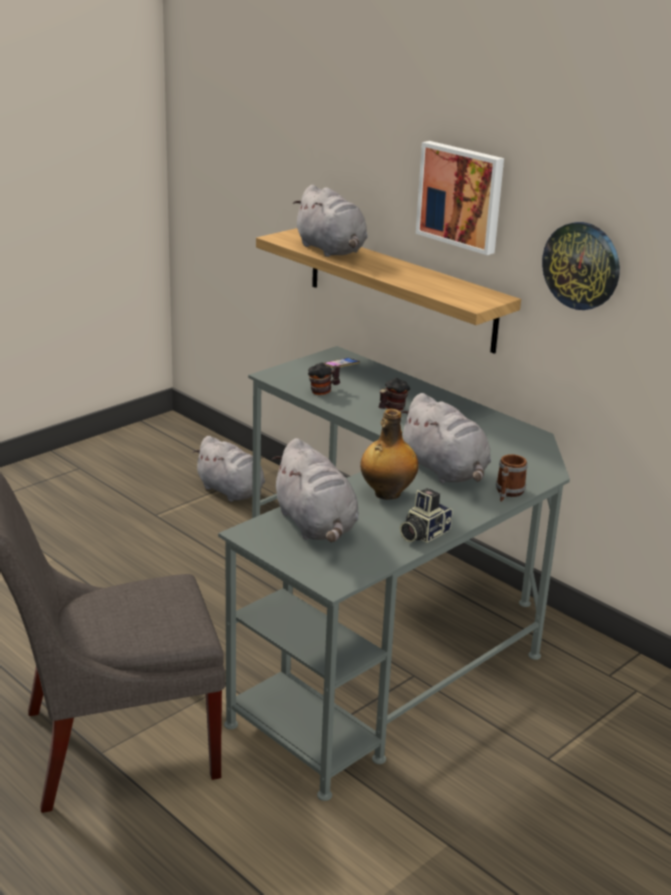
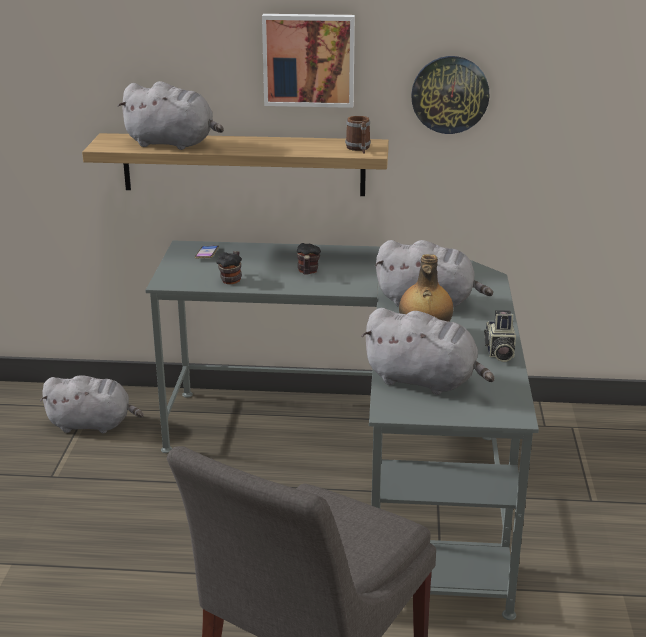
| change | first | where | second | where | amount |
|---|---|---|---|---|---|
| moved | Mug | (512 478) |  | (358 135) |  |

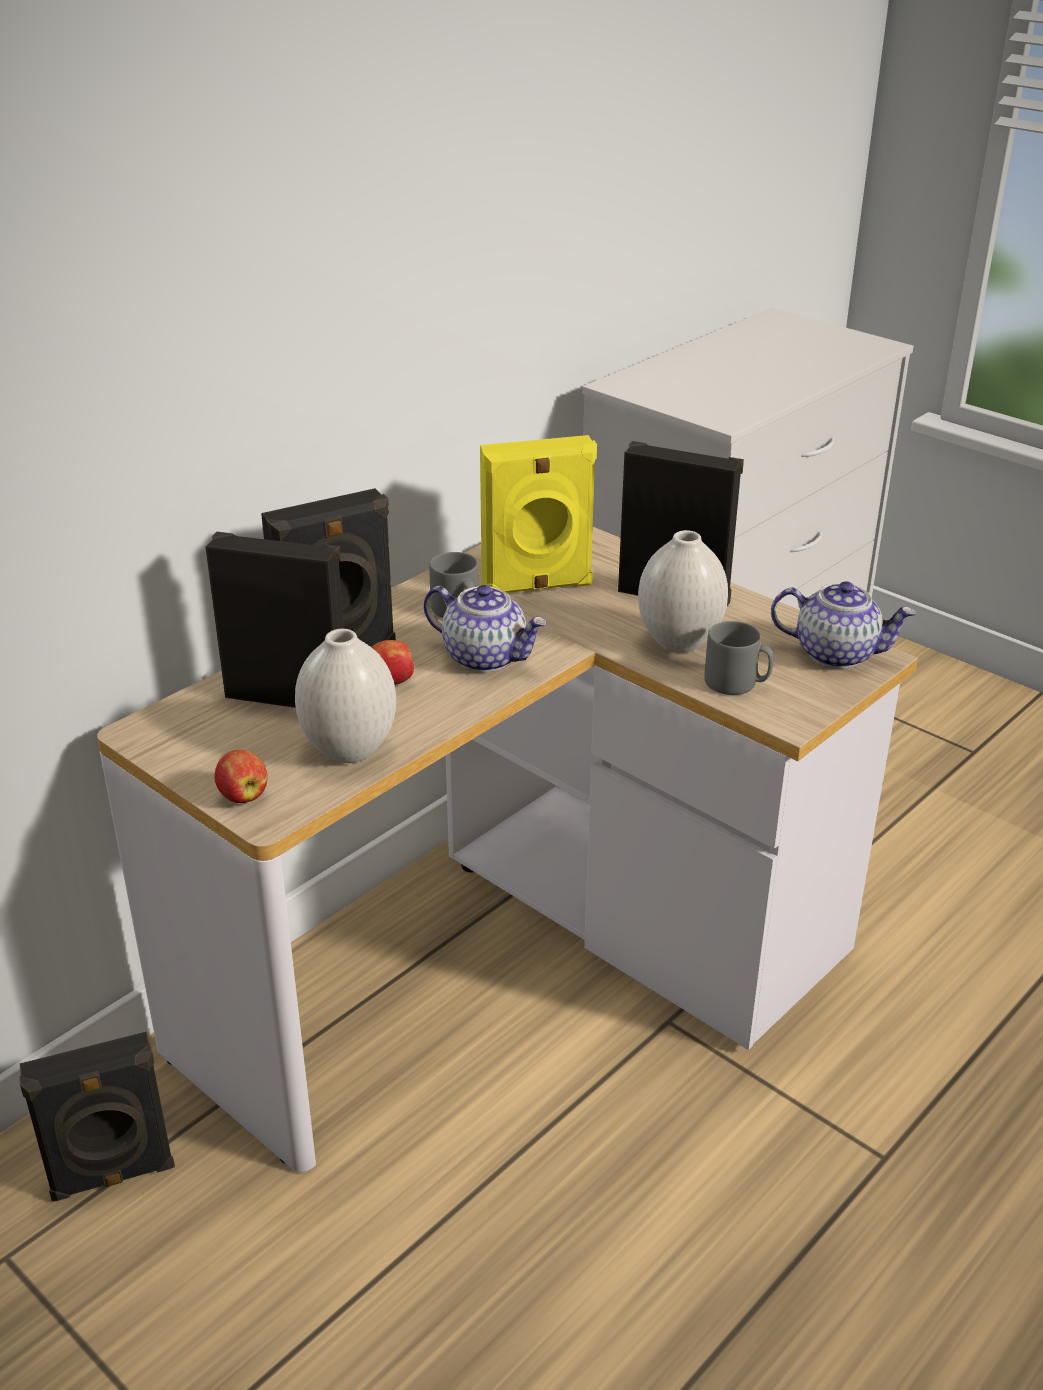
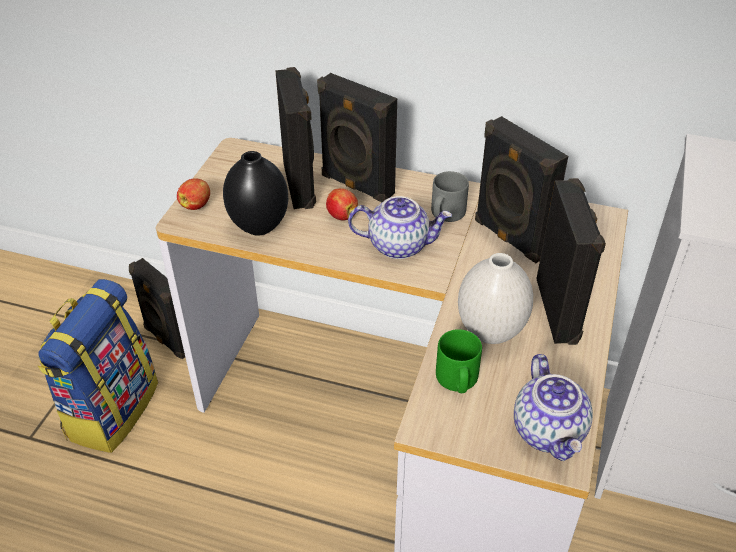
| change | first | where | second | where | amount |
|---|---|---|---|---|---|
| recoloured | YellowSpeaker | (538 514) | BlackSpeaker | (521 189) |  |
| turned | Teapot | (485 628) |  | (400 227) | 90 degrees counterclockwise |
| recoloured | GreyMug | (739 658) | GreenMug | (459 361) |  |
| recoloured | WhiteVase | (345 696) | BlackVase | (255 193) |  |
| added |  |  | Backpack | (98 366) |  |

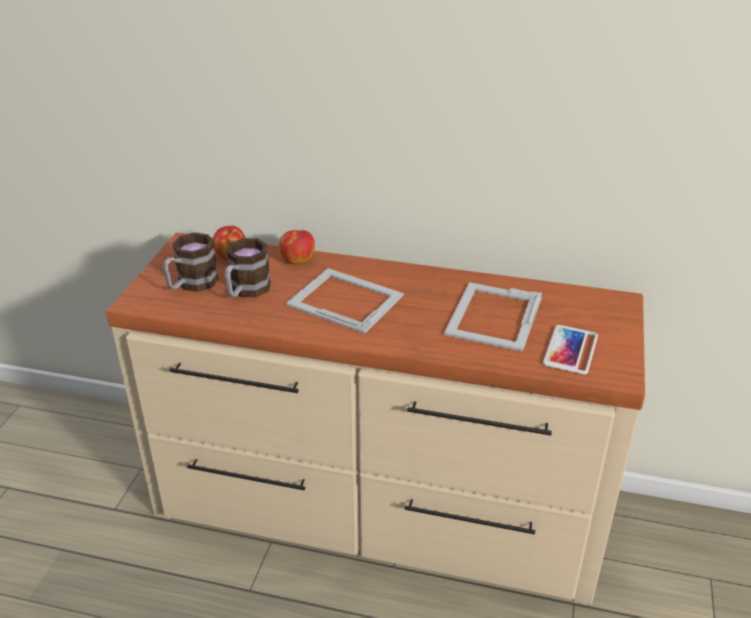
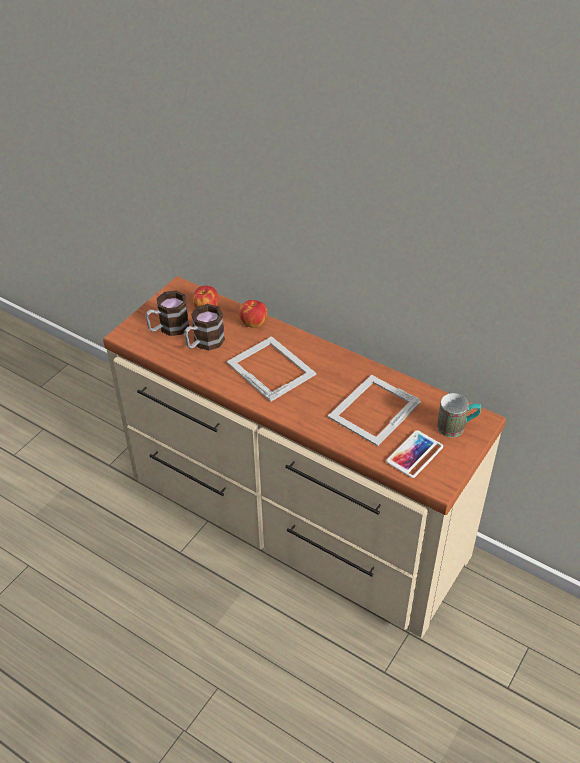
| change | first | where | second | where | amount |
|---|---|---|---|---|---|
| added |  |  | Mug | (459 415) |  |

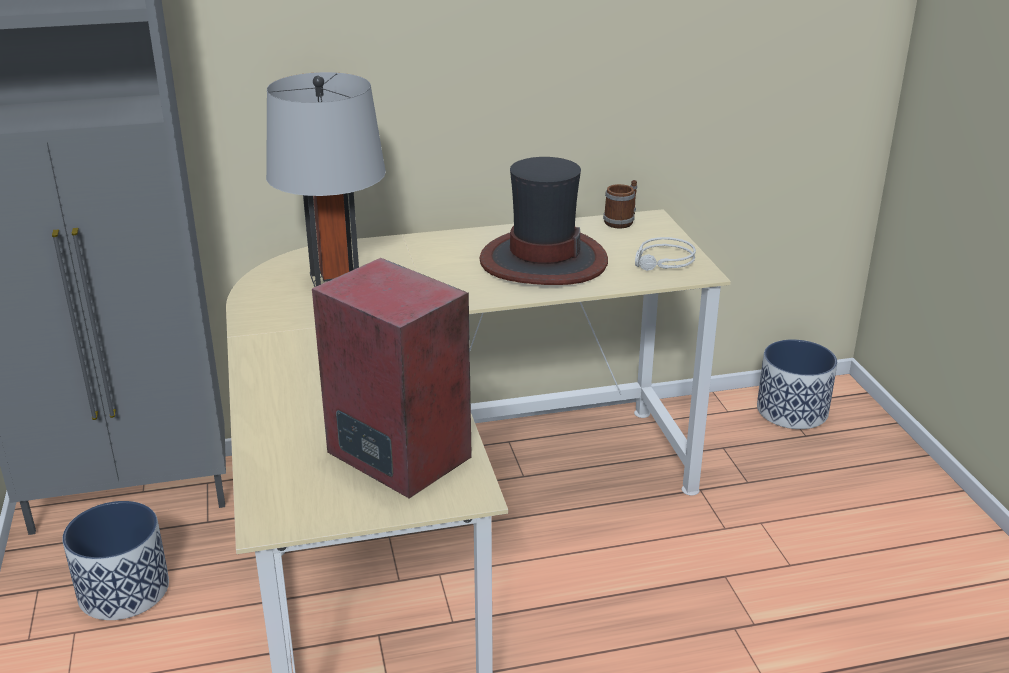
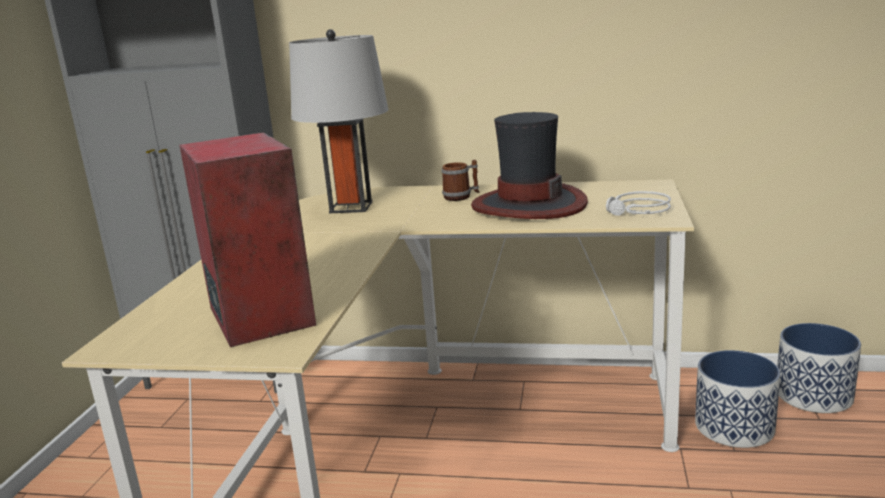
| change | first | where | second | where | amount |
|---|---|---|---|---|---|
| moved | Mug | (620 204) |  | (460 180) |  |
| moved | Planter | (115 560) |  | (737 399) |  |

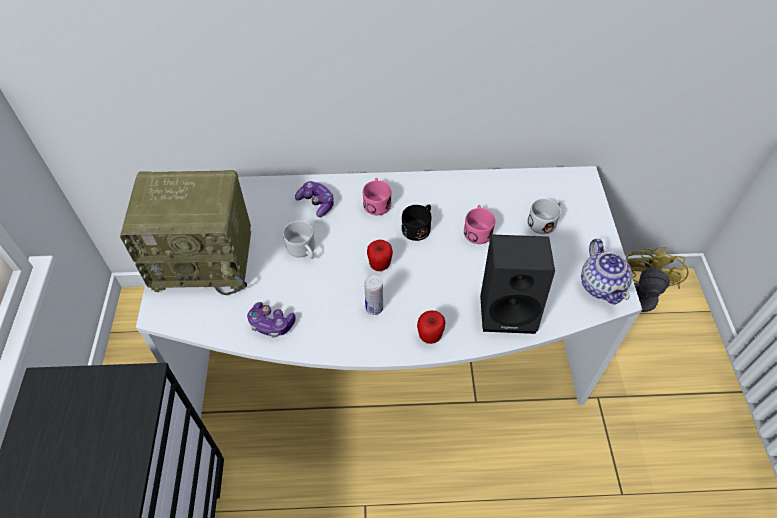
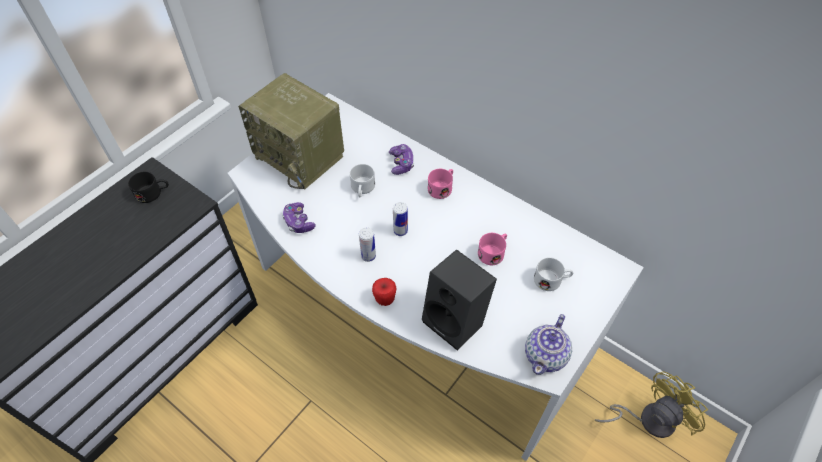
| change | first | where | second | where | amount |
|---|---|---|---|---|---|
| moved | BlackMug | (416 222) |  | (148 187) |  |
| replaced | Apple | (380 255) | Can | (400 219) |  |

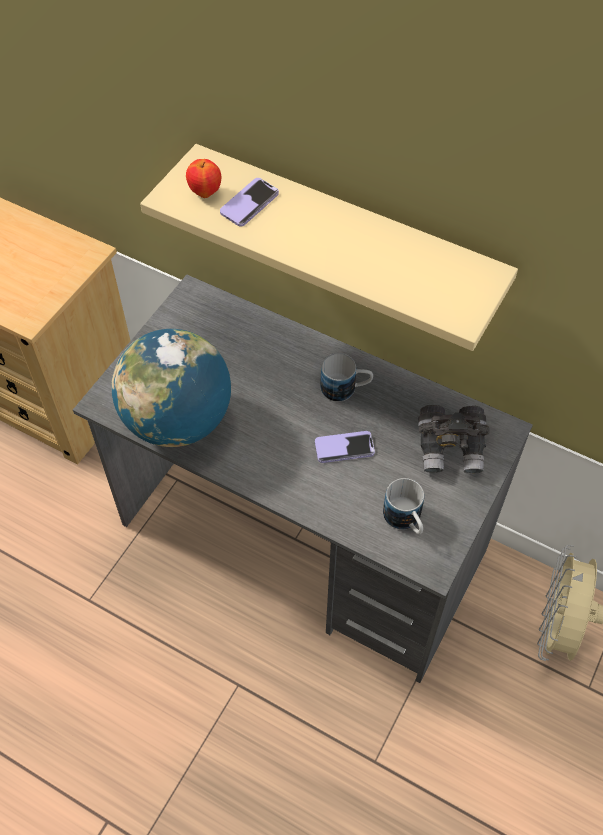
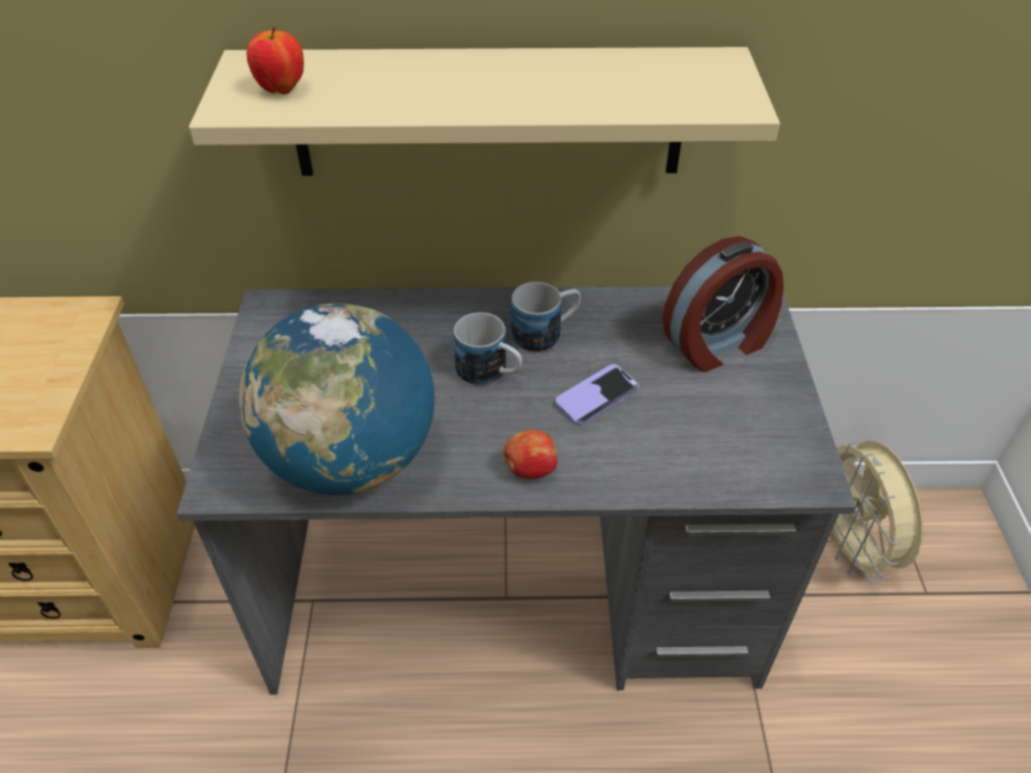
| change | first | where | second | where | amount |
|---|---|---|---|---|---|
| removed | Phone | (249 202) |  |  |  |
| replaced | GreyBinoculars | (454 439) | AlarmClock | (723 304) |  |
| moved | Mug | (403 506) |  | (488 348) |  |
| added |  |  | Apple | (530 454) |  |

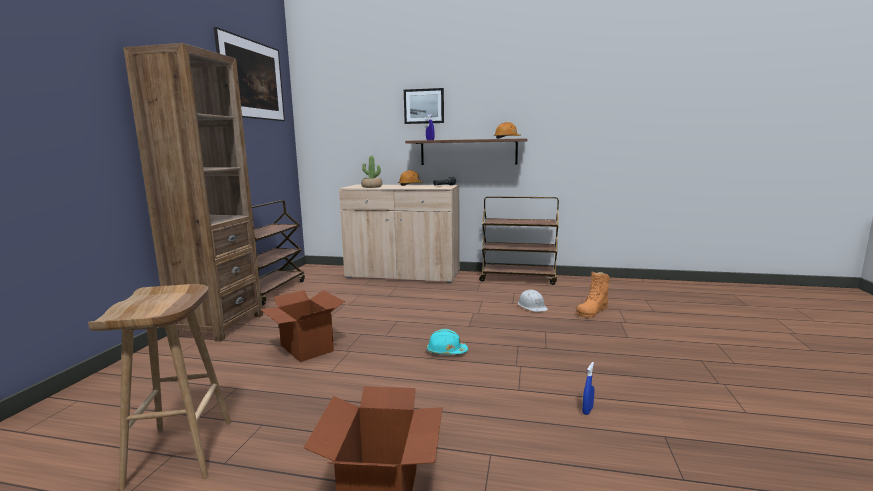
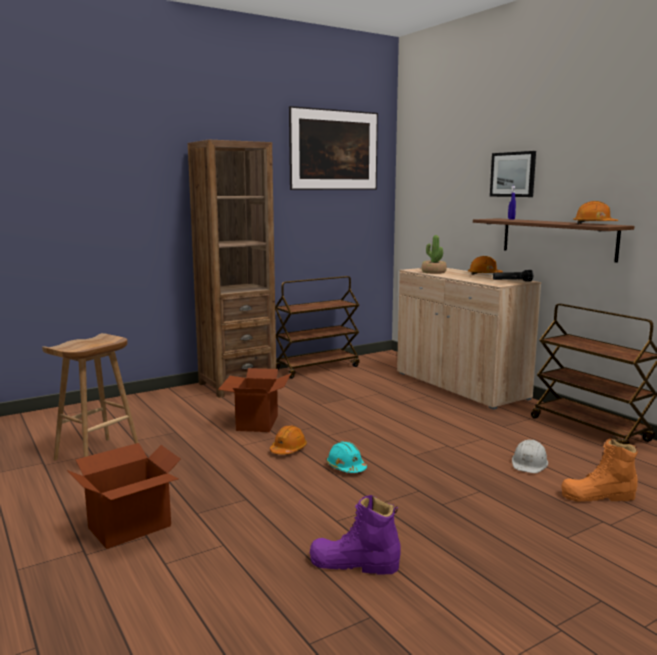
| change | first | where | second | where | amount |
|---|---|---|---|---|---|
| replaced | BlueSprayBottle | (588 388) | PurpleBoot | (355 535) |  |
| added |  |  | OrangeHardHat | (288 440) |  |

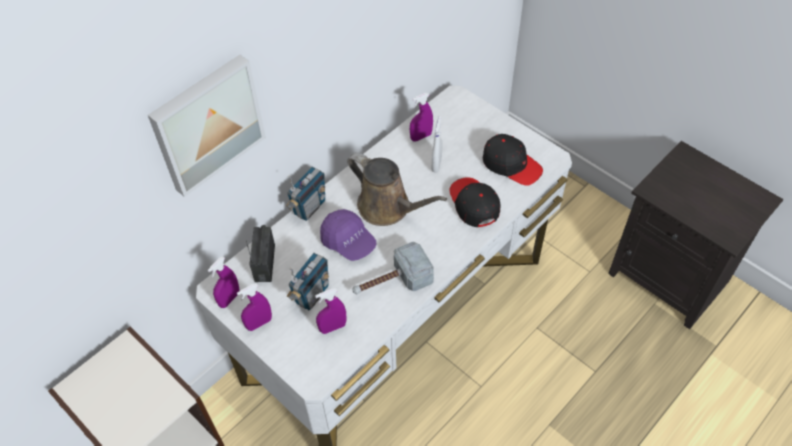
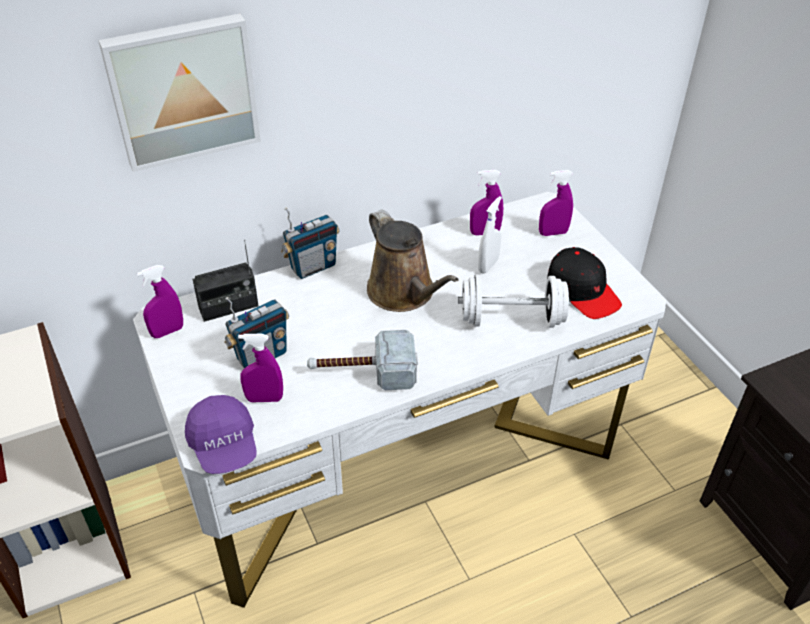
| change | first | where | second | where | amount |
|---|---|---|---|---|---|
| replaced | BlackCap | (475 202) | WhiteDumbbell | (514 301) |  |
| moved | PurpleCap | (348 235) |  | (221 434) |  |
| turned | Radio | (260 253) |  | (225 281) | 135 degrees counterclockwise |
| moved | PurpleSprayBottle | (254 307) |  | (556 203) |  |

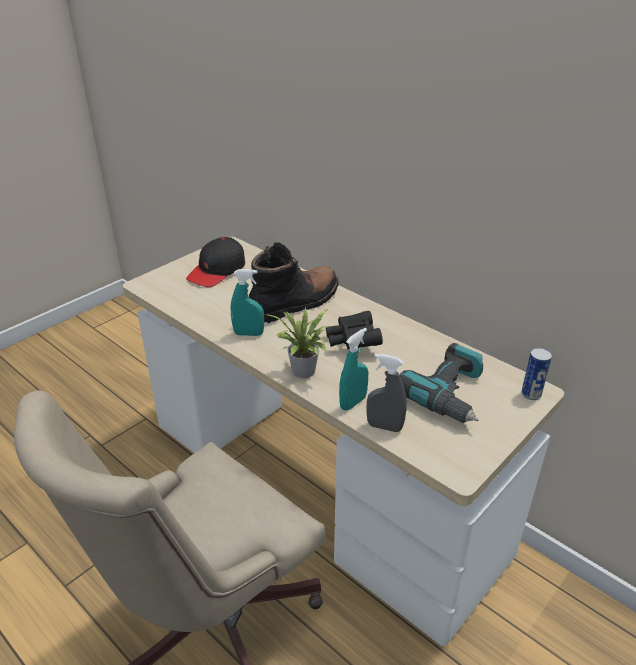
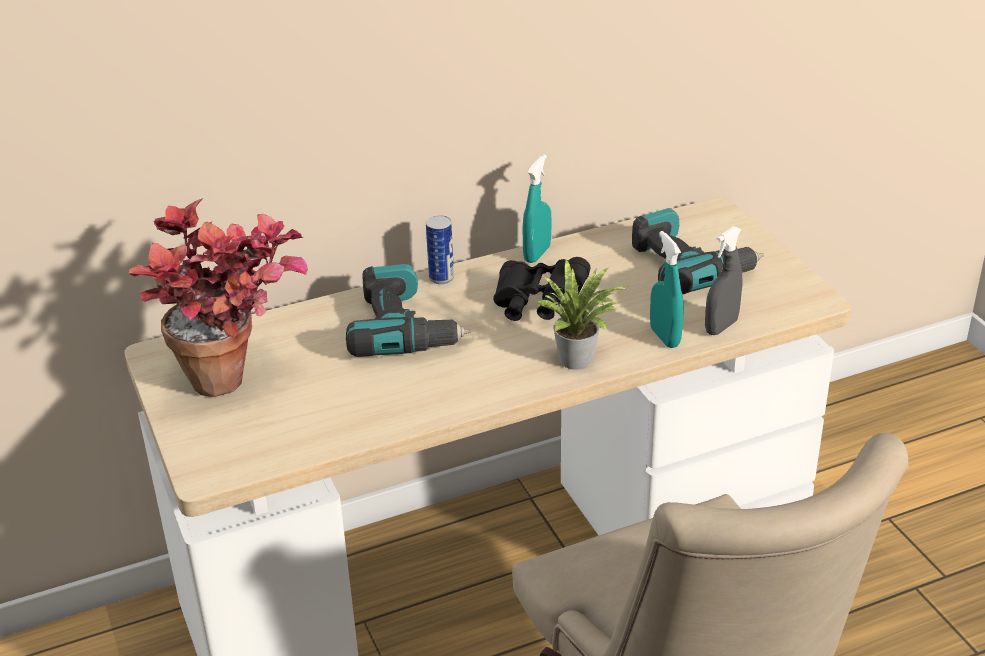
| change | first | where | second | where | amount |
|---|---|---|---|---|---|
| replaced | BlackCap | (215 262) | PottedPlant | (218 297) |  |
| replaced | BlackBoot | (294 283) | PowerDrill | (408 310) |  |
| moved | TurquoiseSprayBottle | (247 302) |  | (537 208) |  |
| moved | Can | (536 374) |  | (440 249) |  |

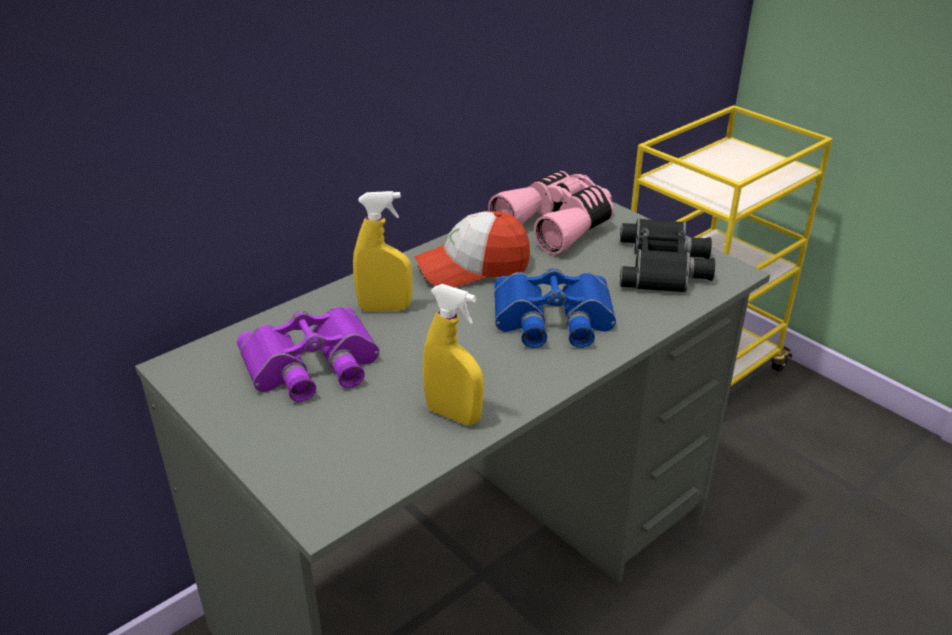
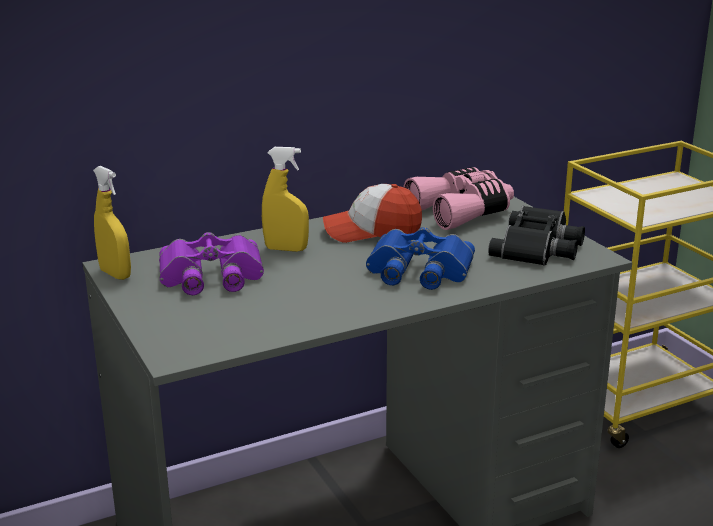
| change | first | where | second | where | amount |
|---|---|---|---|---|---|
| moved | YellowSprayBottle | (453 354) |  | (112 223) |  |

